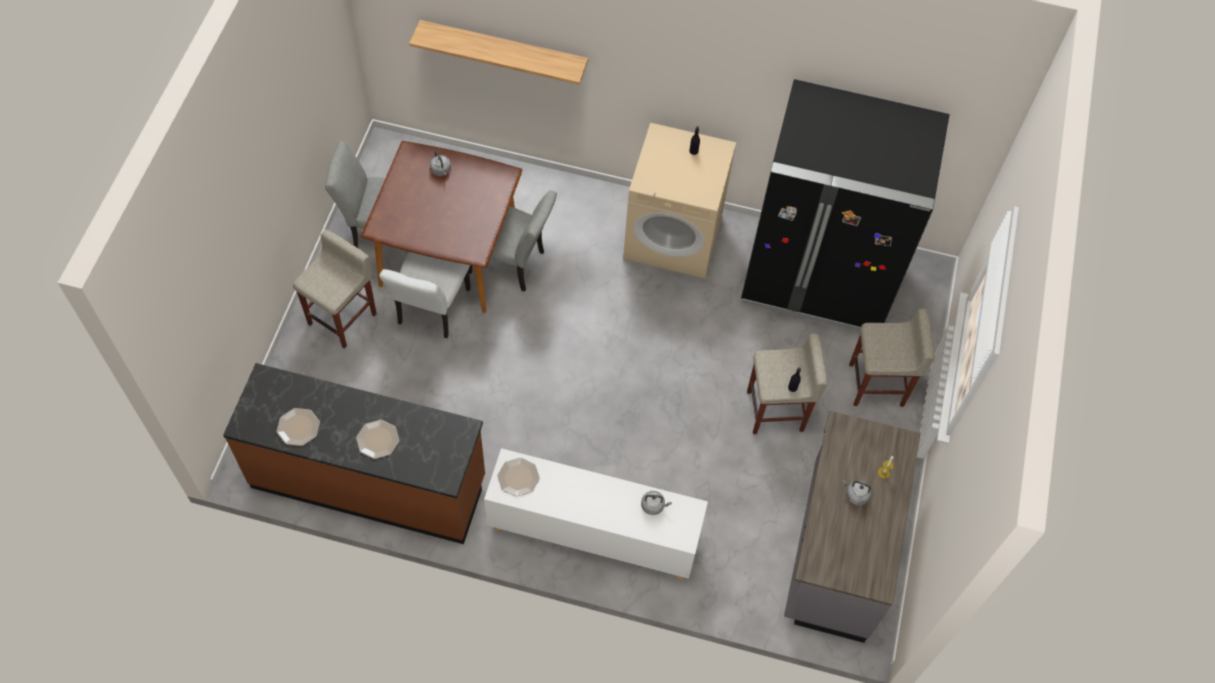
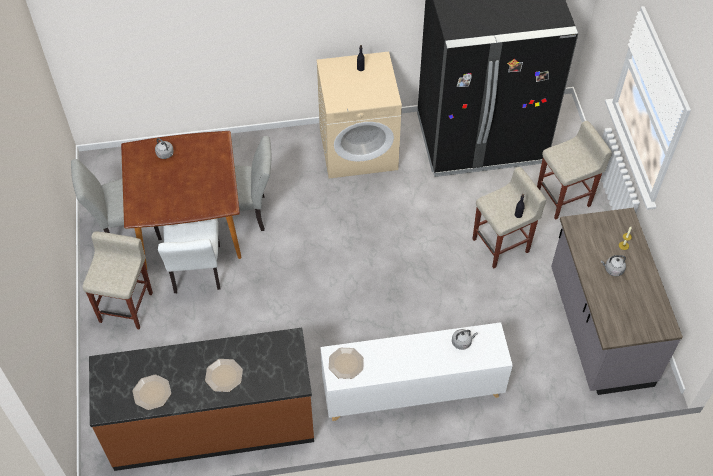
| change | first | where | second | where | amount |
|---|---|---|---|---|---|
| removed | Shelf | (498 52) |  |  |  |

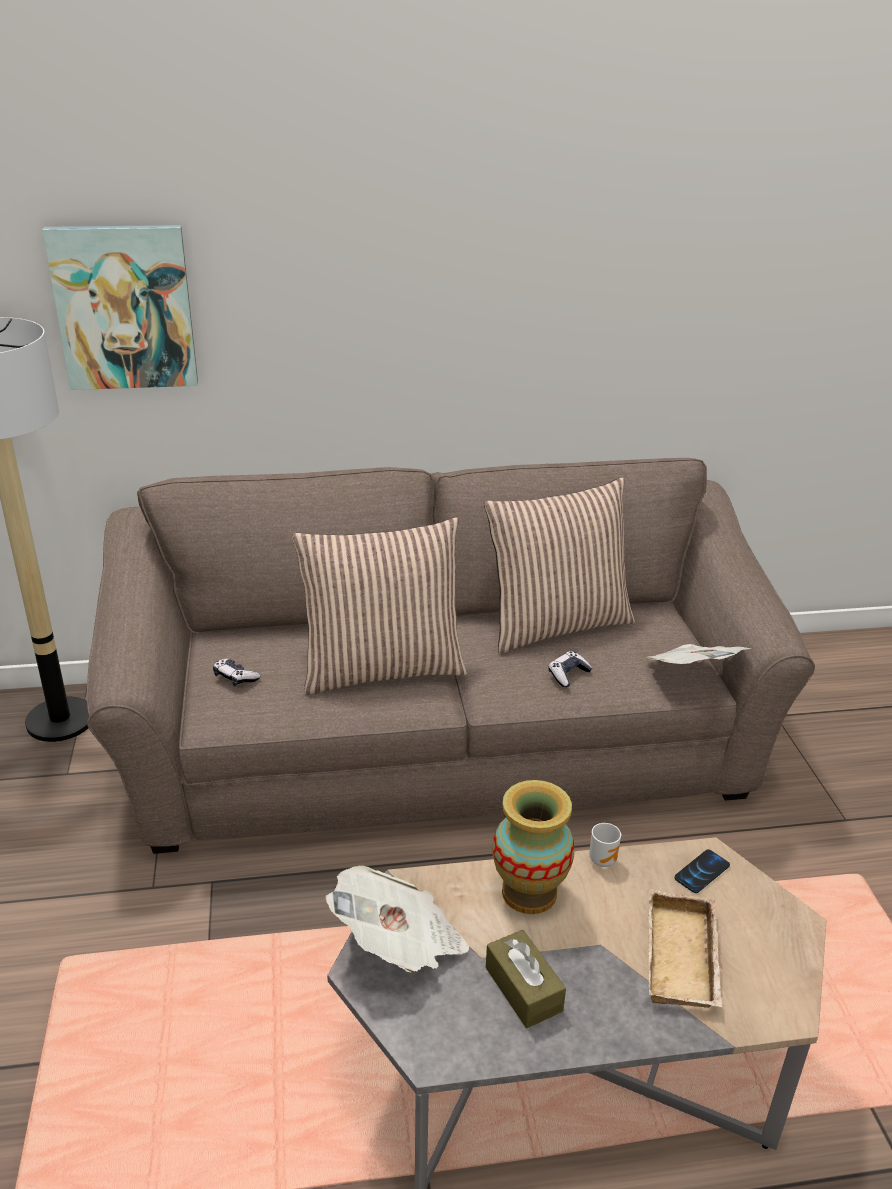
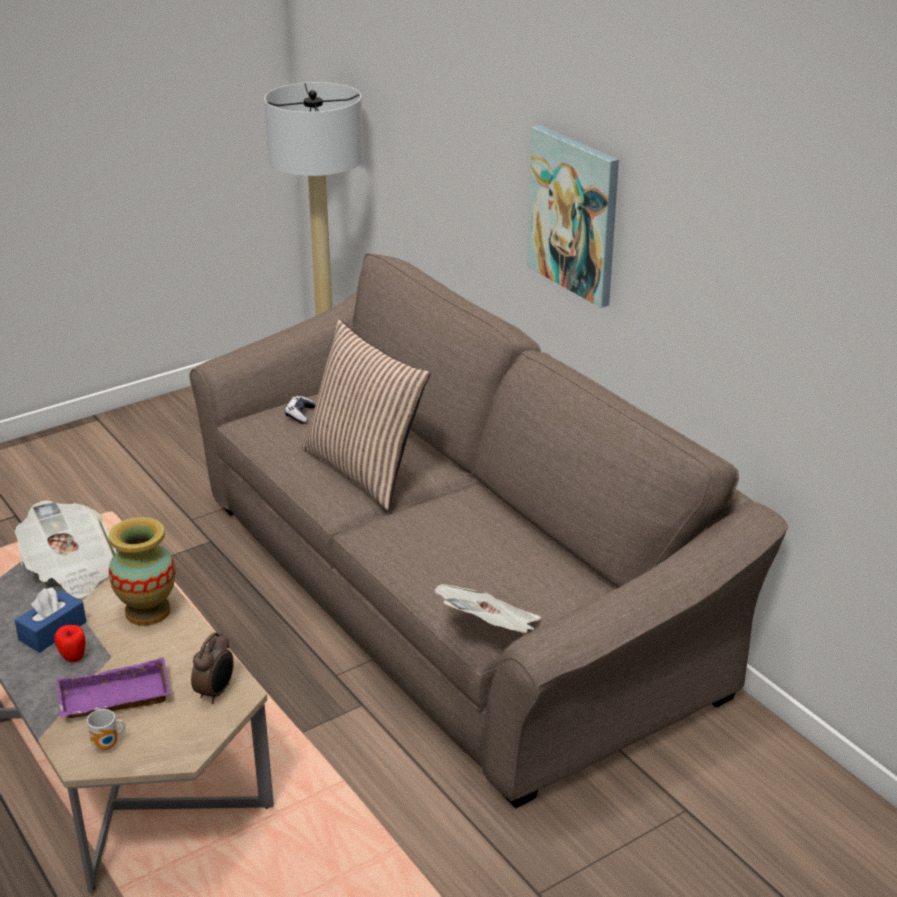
| change | first | where | second | where | amount |
|---|---|---|---|---|---|
| moved | Picture | (120 307) |  | (573 216) |  |
| removed | Pillow | (559 565) |  |  |  |
| removed | GameController | (570 669) |  |  |  |
| moved | Mug | (605 845) |  | (106 730) |  |
| replaced | Phone | (702 871) | AlarmClock | (212 668) |  |
| recoloured | BeigeTray | (685 948) | PurpleTray | (114 687) |  |
| recoloured | BrownTissueBox | (526 979) | BlueTissueBox | (50 620) |  |
| added |  |  | Apple | (69 643) |  |

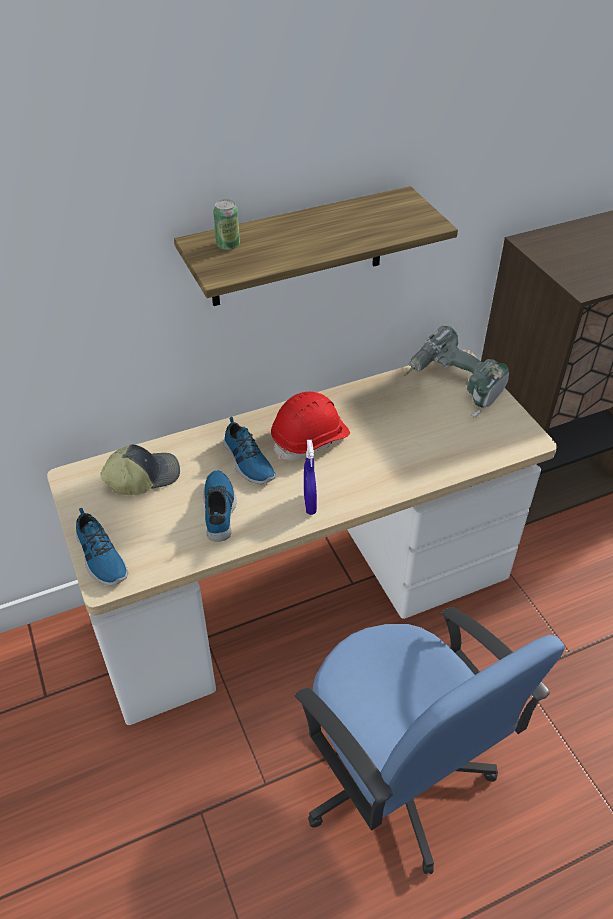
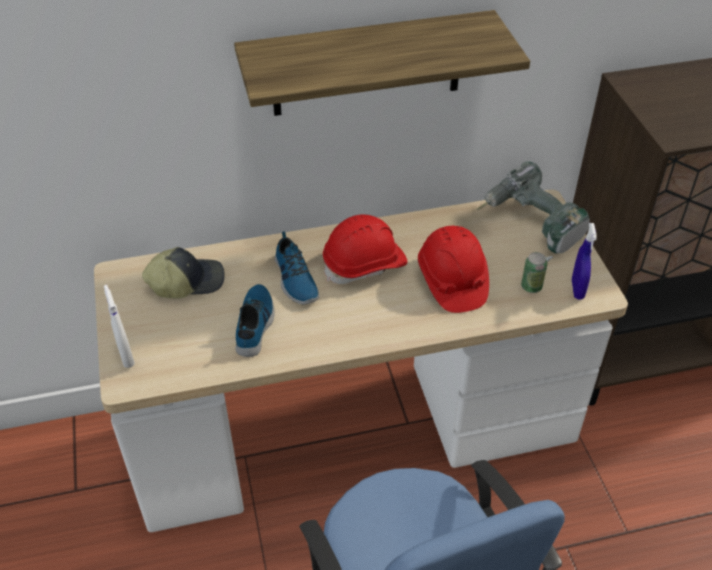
| change | first | where | second | where | amount |
|---|---|---|---|---|---|
| moved | Can | (226 224) |  | (534 272) |  |
| moved | BlueSprayBottle | (310 477) |  | (584 261) |  |
| replaced | Shoe | (102 547) | WhiteSprayBottle | (119 326) |  |
| added |  |  | RedHardHat | (453 269) |  |

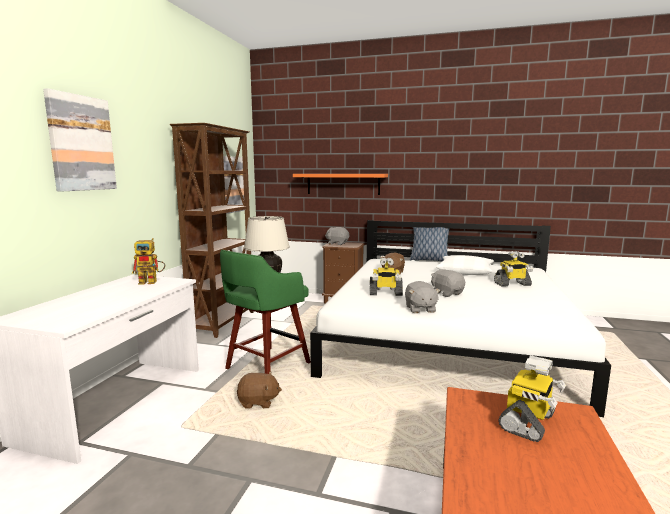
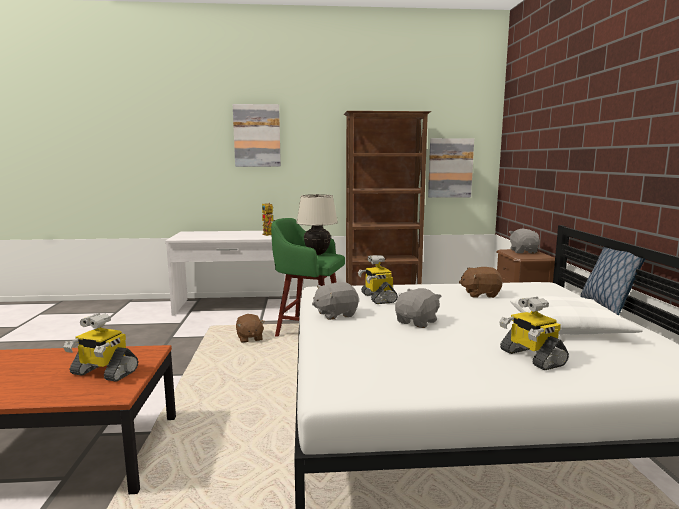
| change | first | where | second | where | amount |
|---|---|---|---|---|---|
| removed | OrangeShelf | (340 184) |  |  |  |

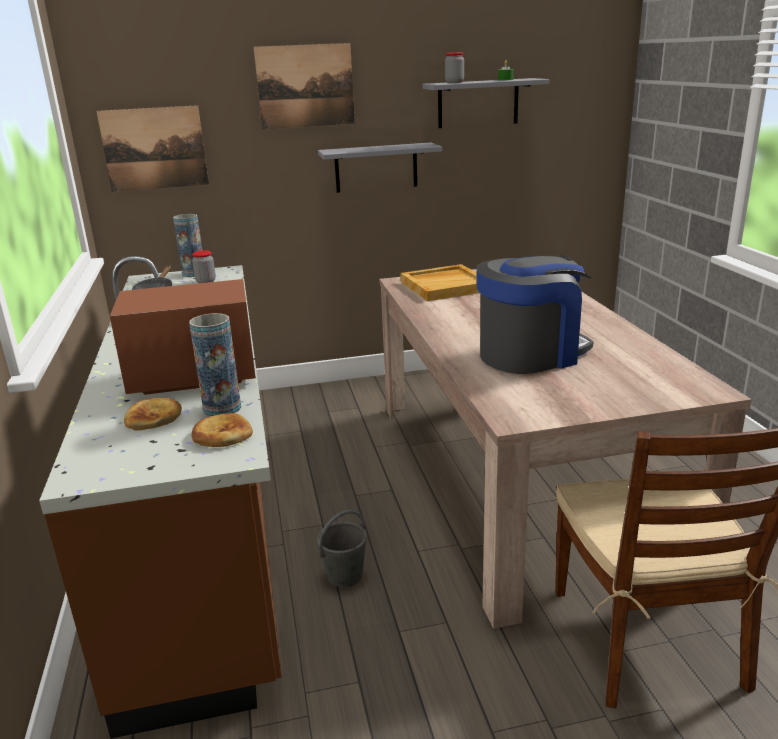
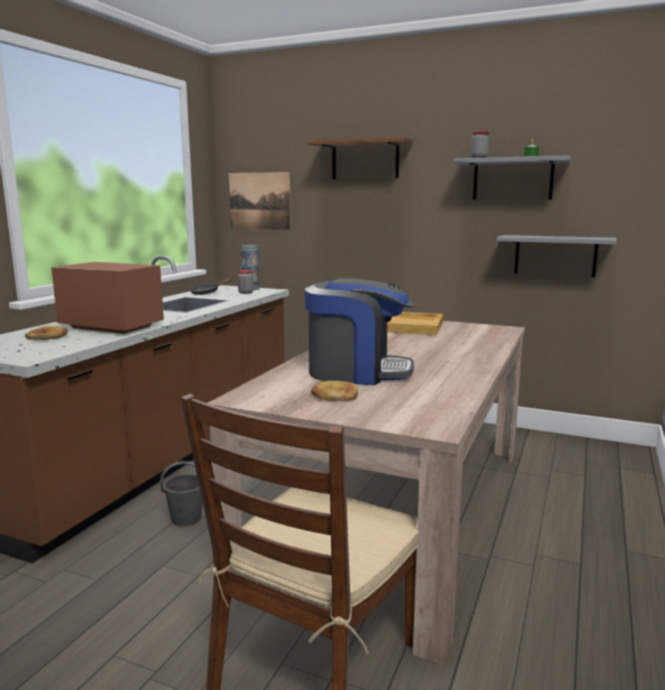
| change | first | where | second | where | amount |
|---|---|---|---|---|---|
| replaced | Picture | (304 86) | BrownShelf | (360 158) |  |
| moved | GreyShelf | (380 168) |  | (557 256) |  |
| removed | Vase | (215 365) |  |  |  |
| moved | Bread | (222 430) |  | (334 391) |  |

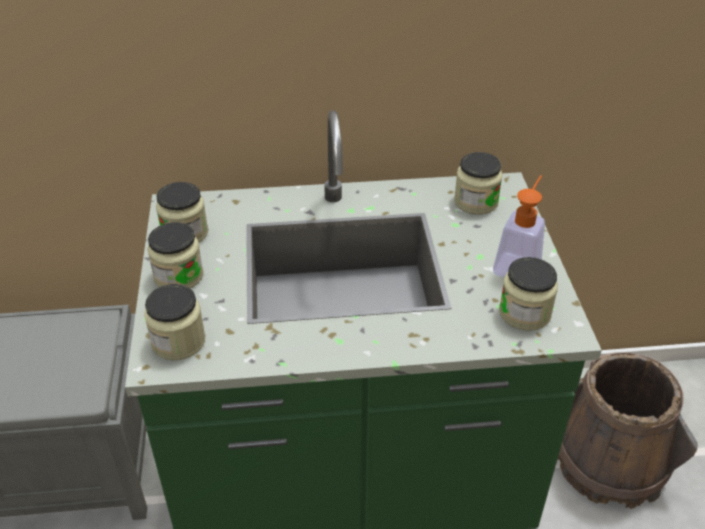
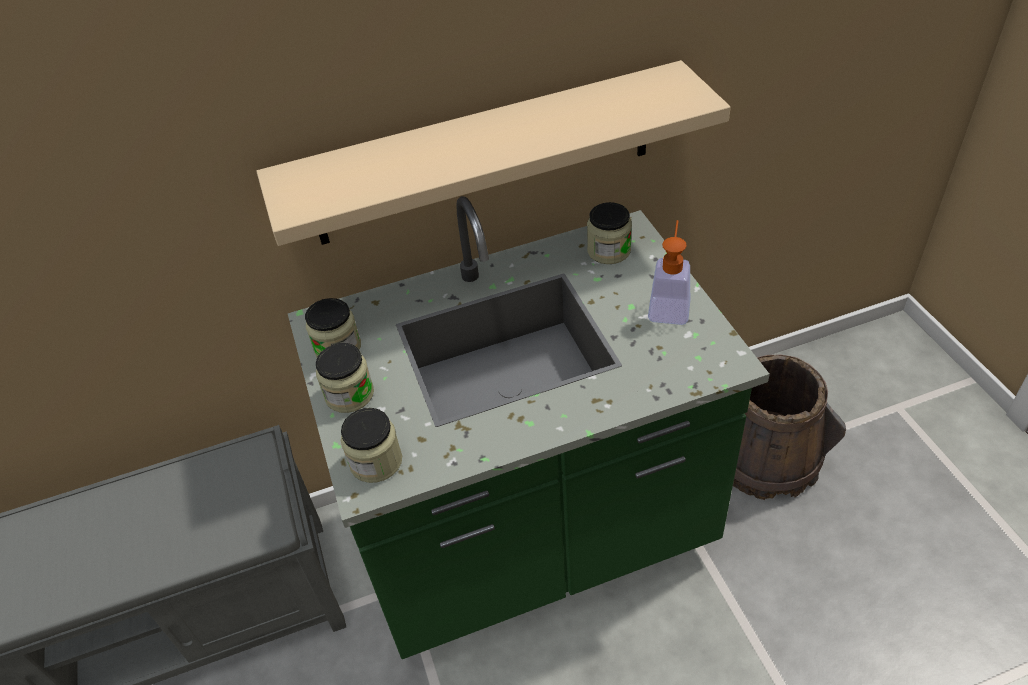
| change | first | where | second | where | amount |
|---|---|---|---|---|---|
| removed | Jar | (528 294) |  |  |  |
| added |  |  | BeigeShelf | (493 153) |  |

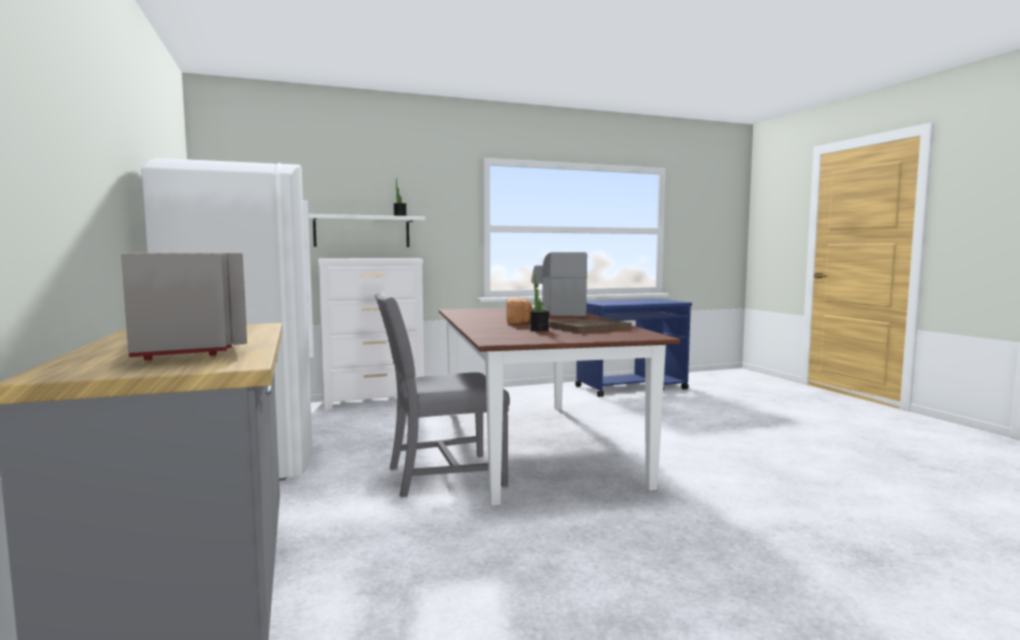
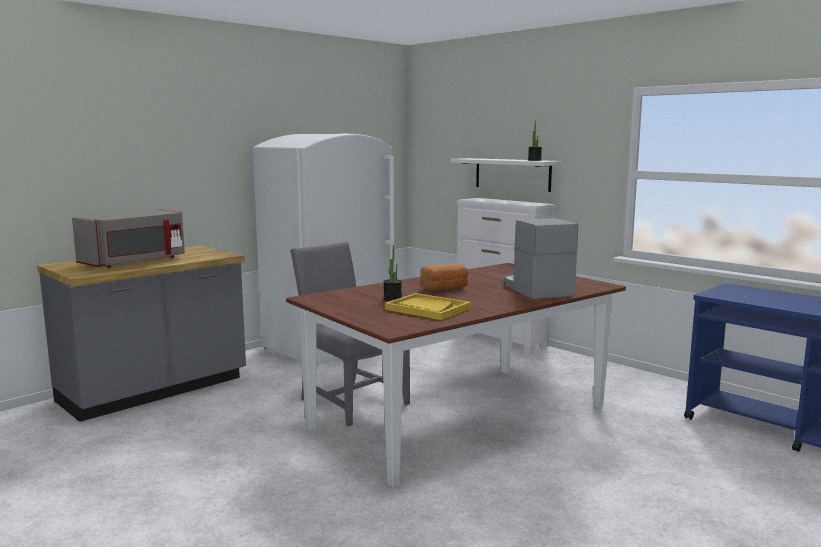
| change | first | where | second | where | amount |
|---|---|---|---|---|---|
| recoloured | BrownTray | (590 325) | YellowTray | (428 306) |  |

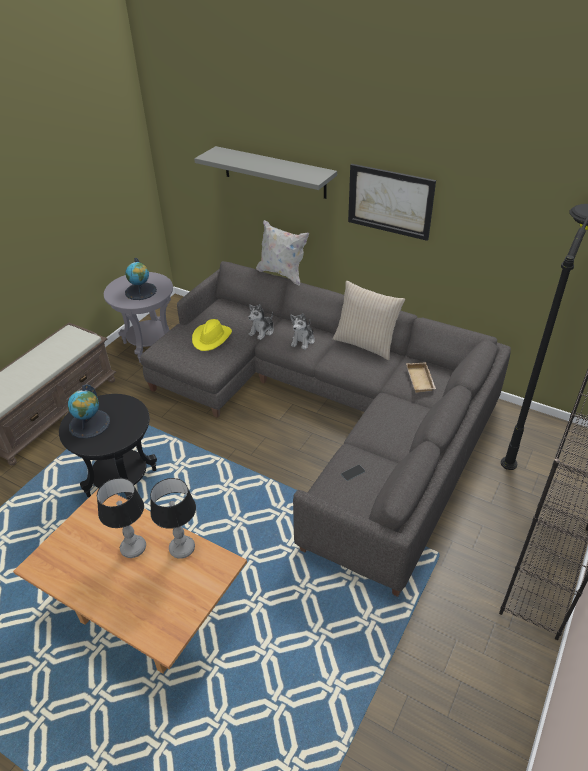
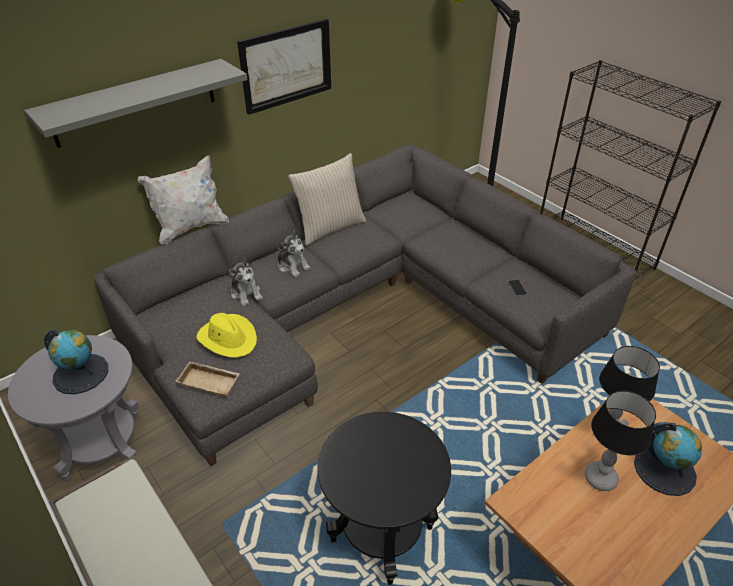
| change | first | where | second | where | amount |
|---|---|---|---|---|---|
| moved | BeigeTray | (421 377) |  | (208 379) |  |
| moved | Globe | (89 411) |  | (668 459) |  |

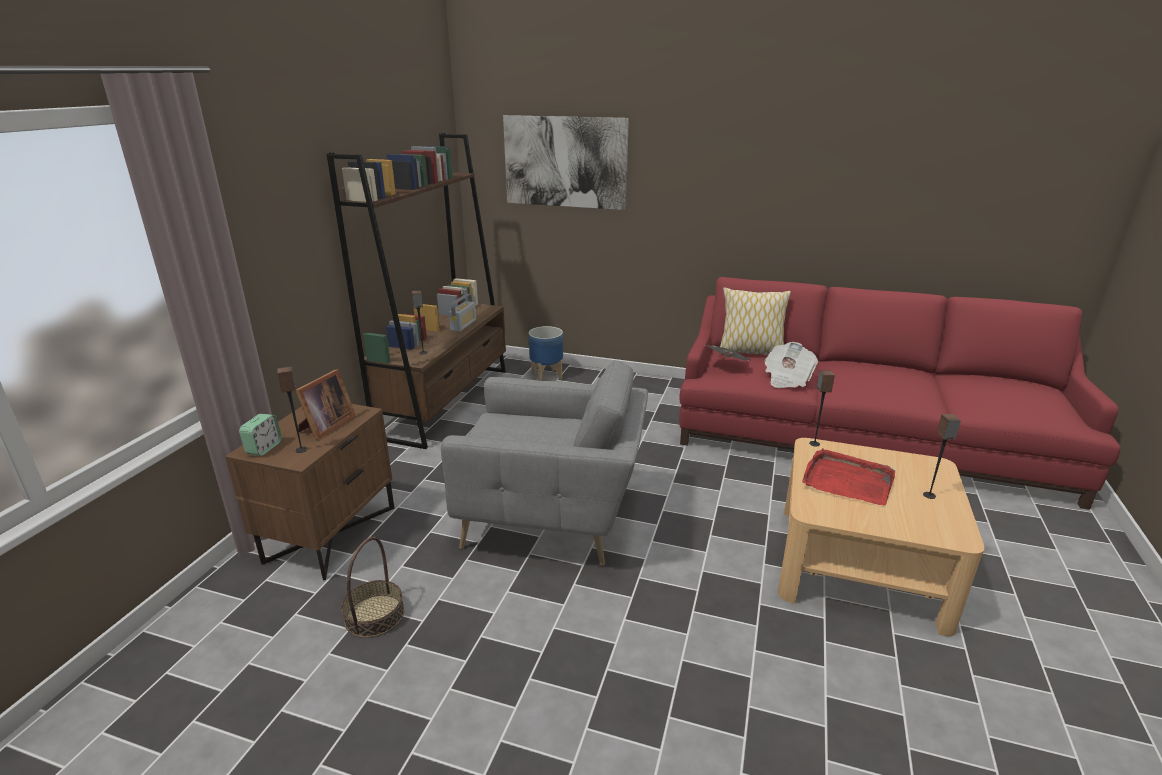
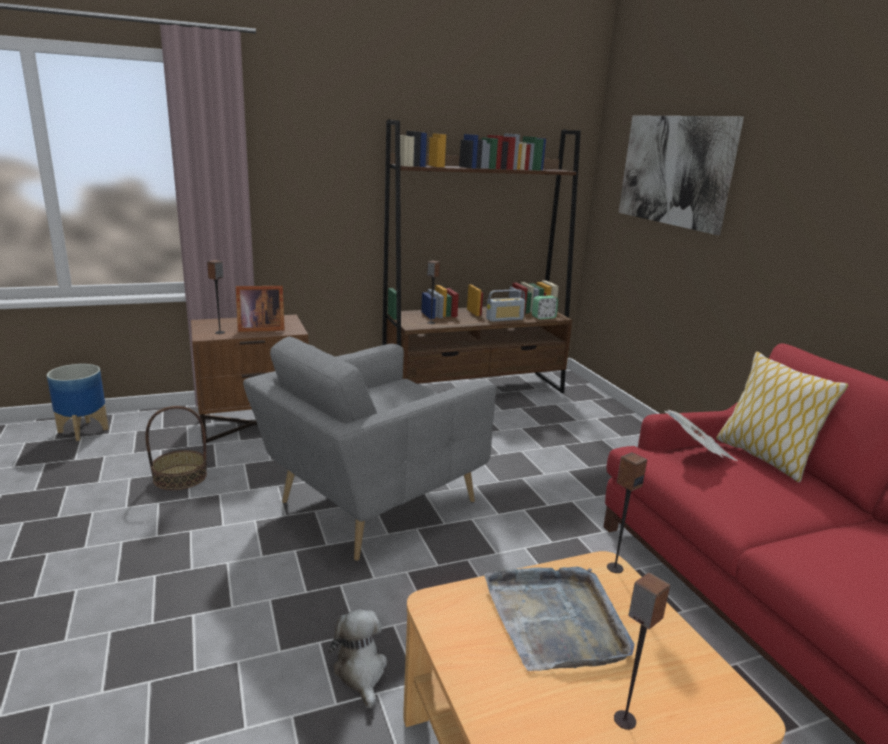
| change | first | where | second | where | amount |
|---|---|---|---|---|---|
| moved | Planter | (546 353) |  | (78 402) |  |
| removed | Newspaper | (791 365) |  |  |  |
| turned | GreyArmchair | (544 463) |  | (369 449) | 75 degrees clockwise |
| moved | AlarmClock | (260 435) |  | (545 307) |  |
| recoloured | RedTray | (848 477) | GreyTray | (559 618) |  |
| added |  |  | PlushToy | (357 659) |  |

